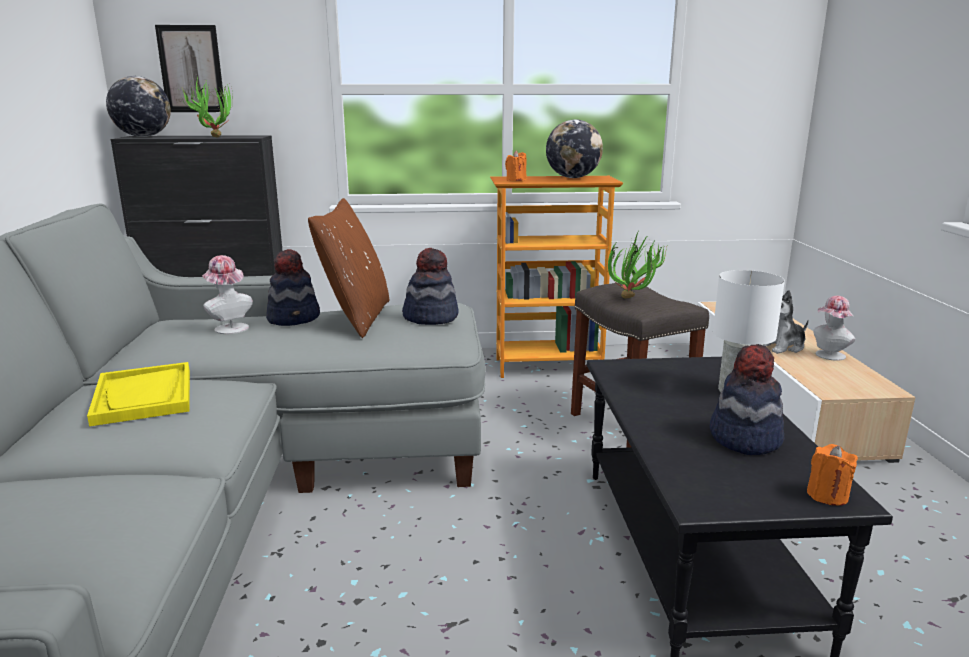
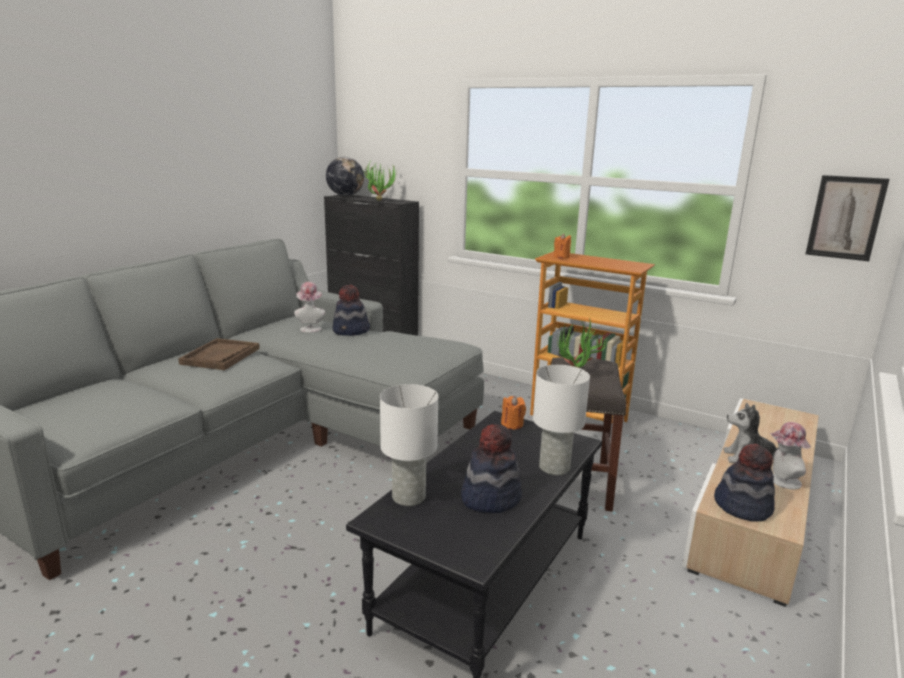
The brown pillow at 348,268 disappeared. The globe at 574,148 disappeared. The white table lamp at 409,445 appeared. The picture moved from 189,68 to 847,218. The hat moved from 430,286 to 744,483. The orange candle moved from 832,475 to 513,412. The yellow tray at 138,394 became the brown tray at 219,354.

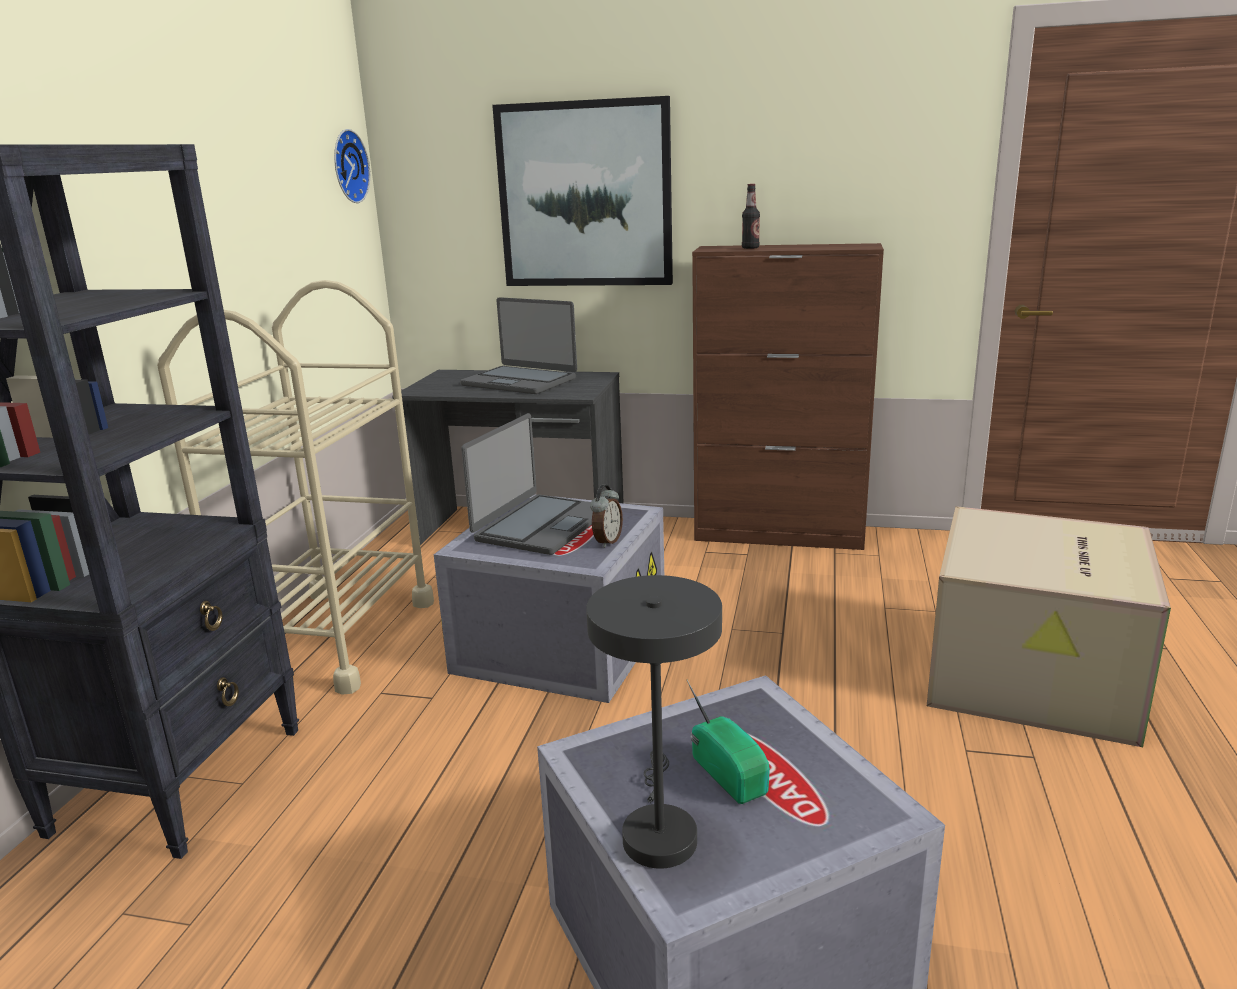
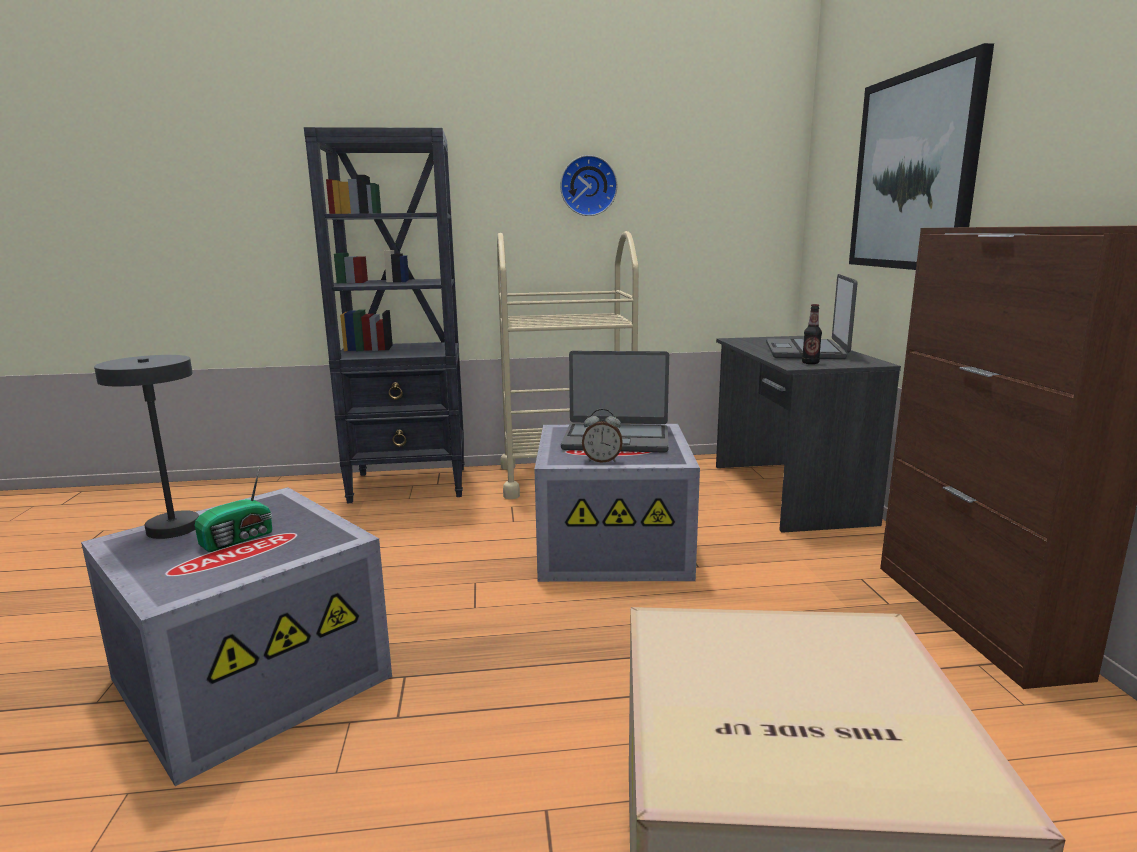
The wall clock moved from 352,166 to 588,185. The bottle moved from 751,216 to 812,334.

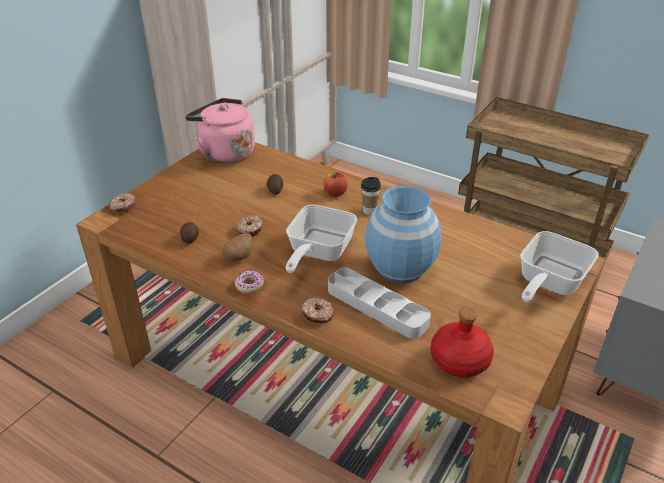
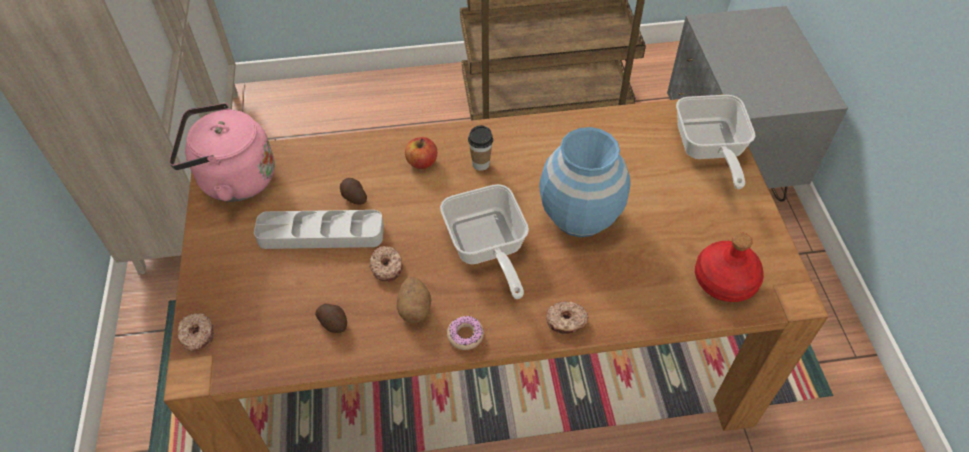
The grey tray moved from 379,303 to 319,229.

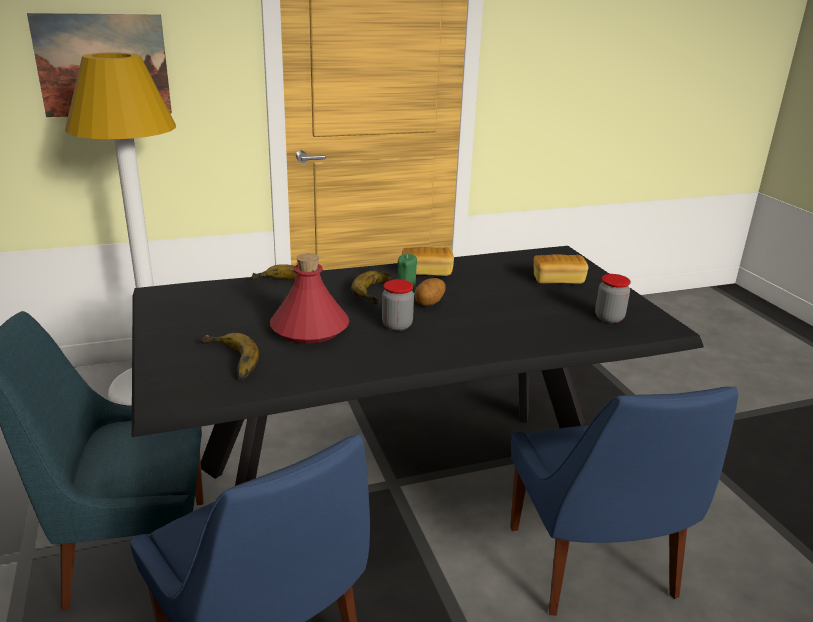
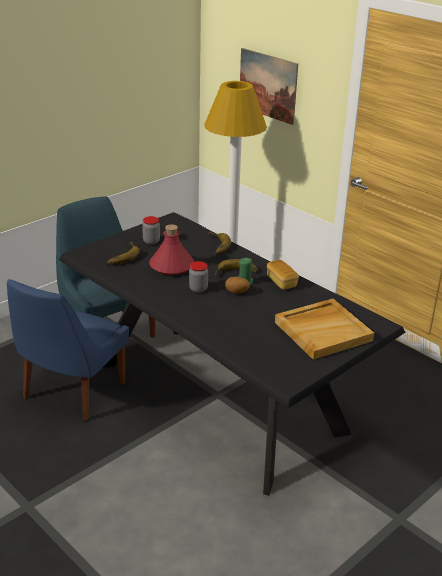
The blue chair at 624,501 disappeared. The jar moved from 613,298 to 151,230. The bread at 561,269 was replaced by the beige tray at 324,329.

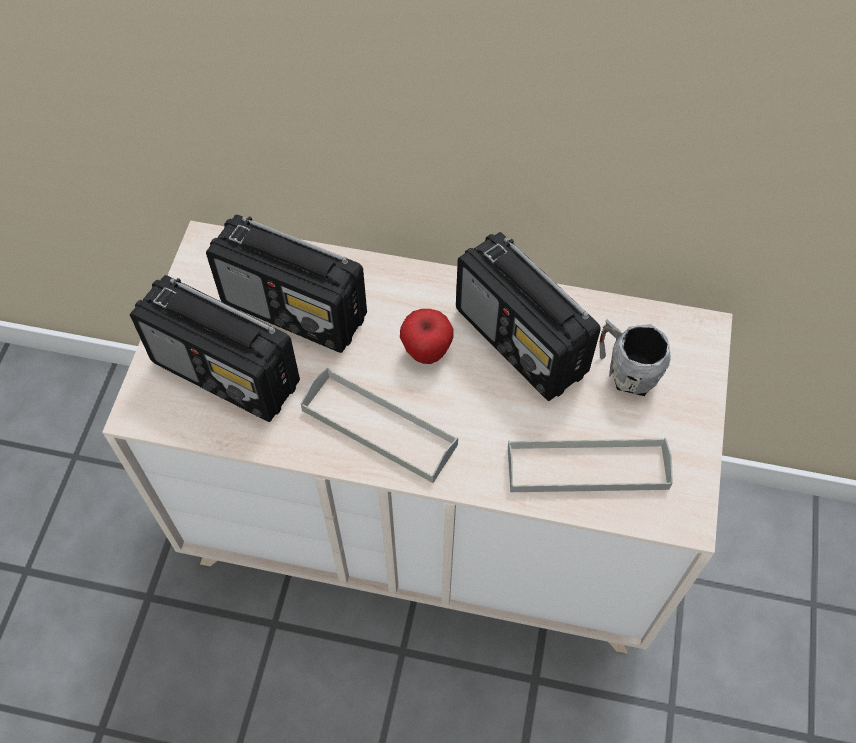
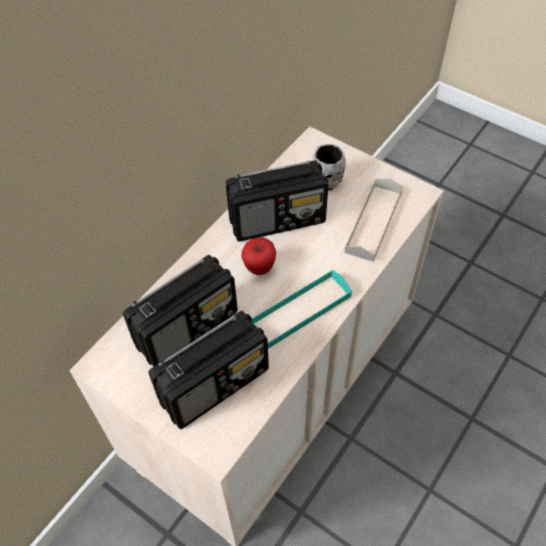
The grey tray at 379,425 became the turquoise tray at 302,309.

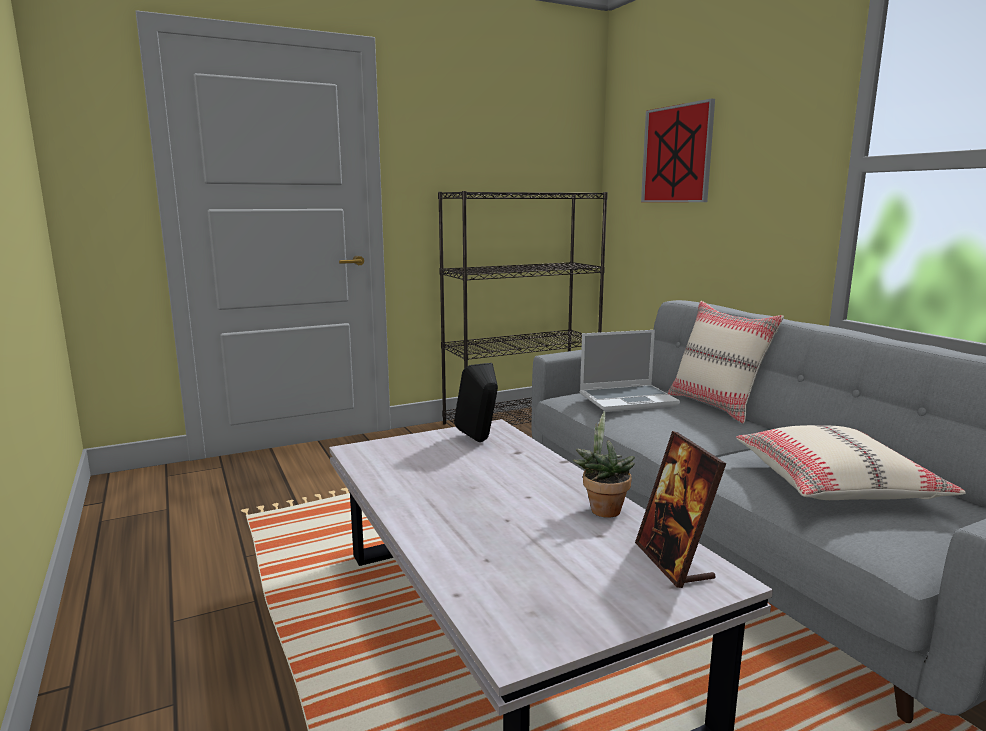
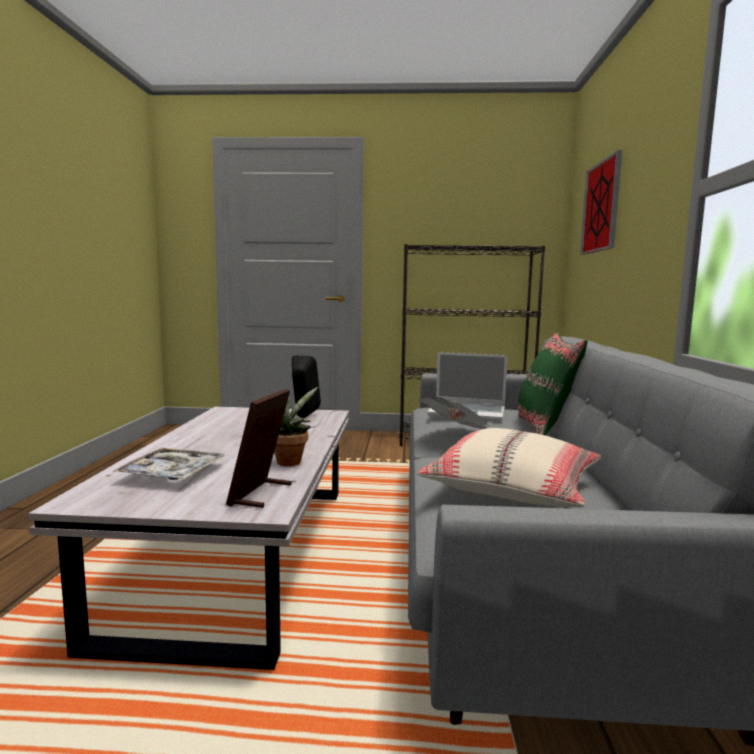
The tray at 168,464 appeared. The newspaper at 454,413 appeared. The beige pillow at 726,362 became the green pillow at 553,384.

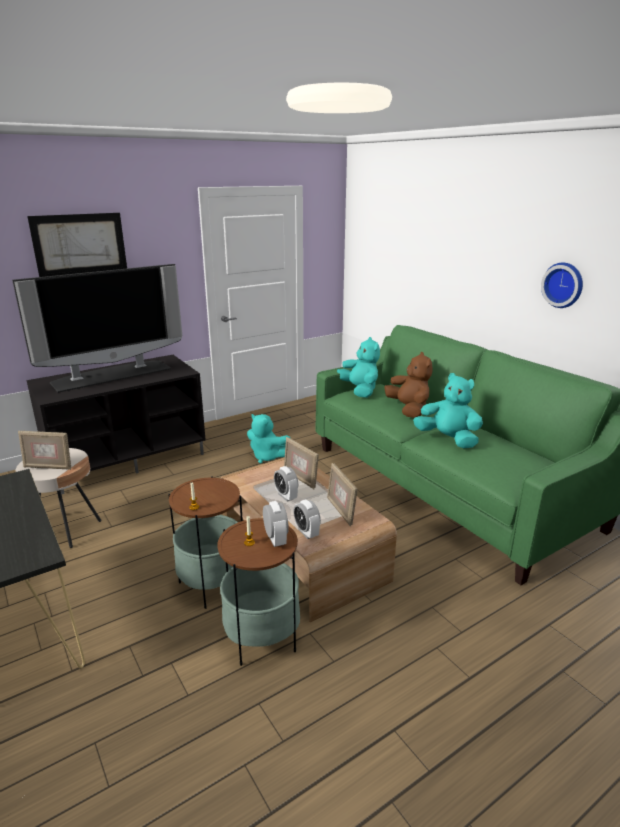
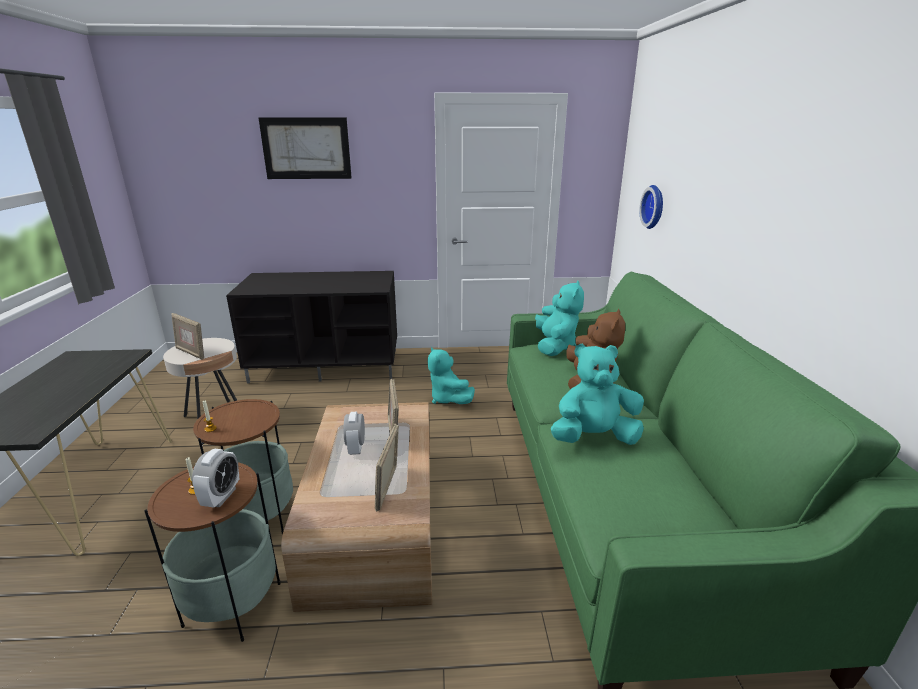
The television at 97,328 disappeared. The alarm clock at 307,519 disappeared. The wall clock moved from 562,285 to 651,207. The turquoise plush toy at 448,410 turned 75 degrees counterclockwise.

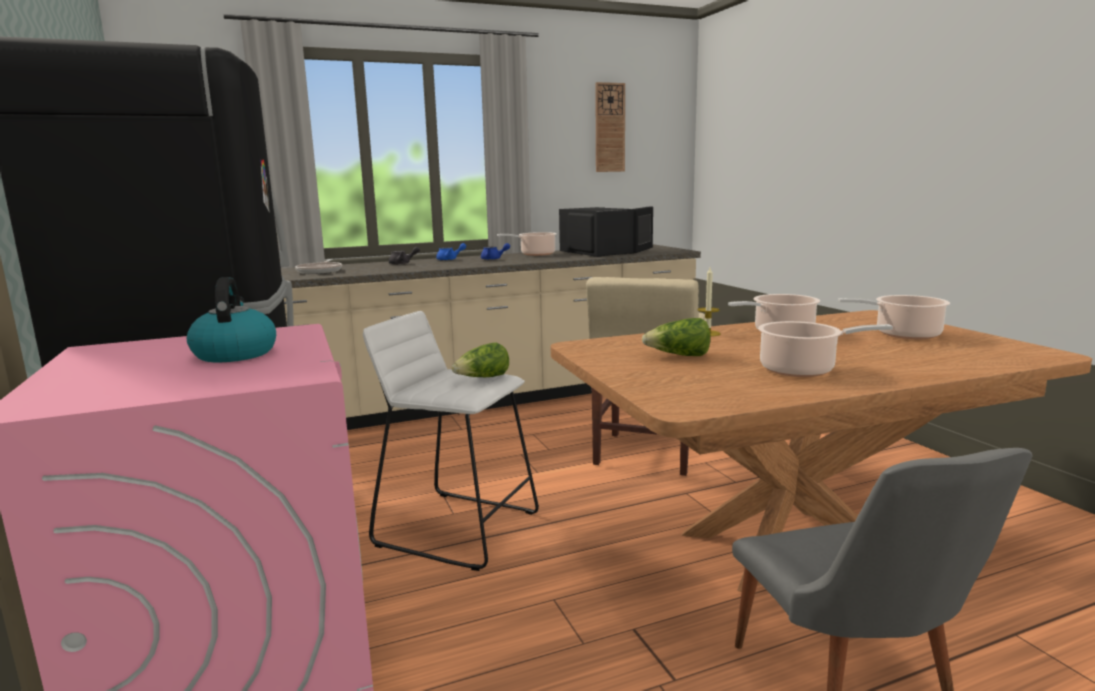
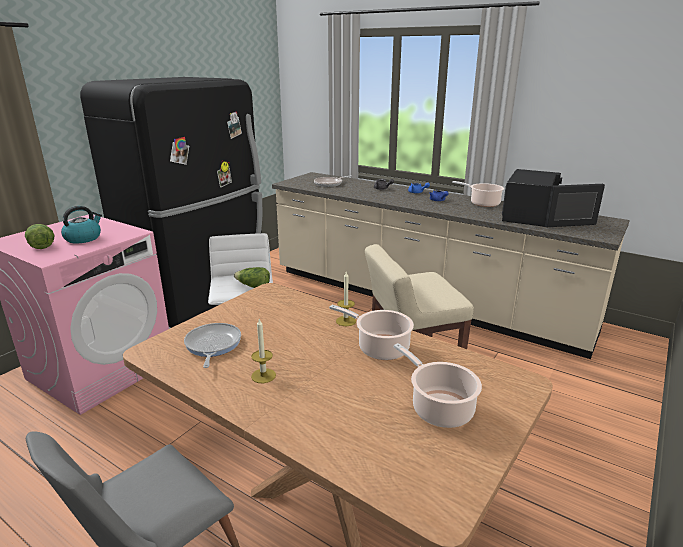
The wall clock at 610,127 disappeared. The frying pan at 212,345 appeared. The lettuce moved from 676,337 to 40,236. The cooking pot at 825,349 was replaced by the candle at 263,351.

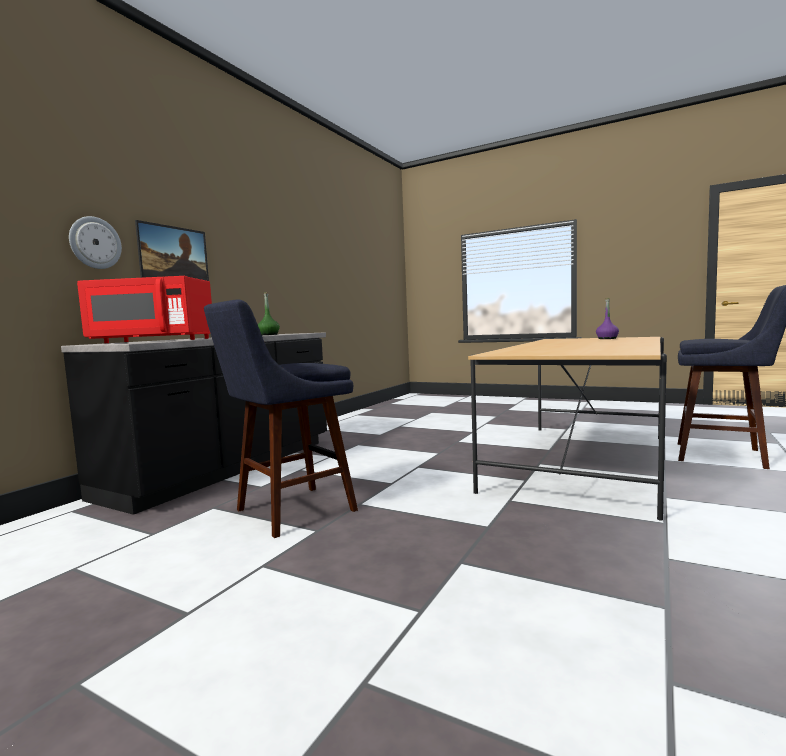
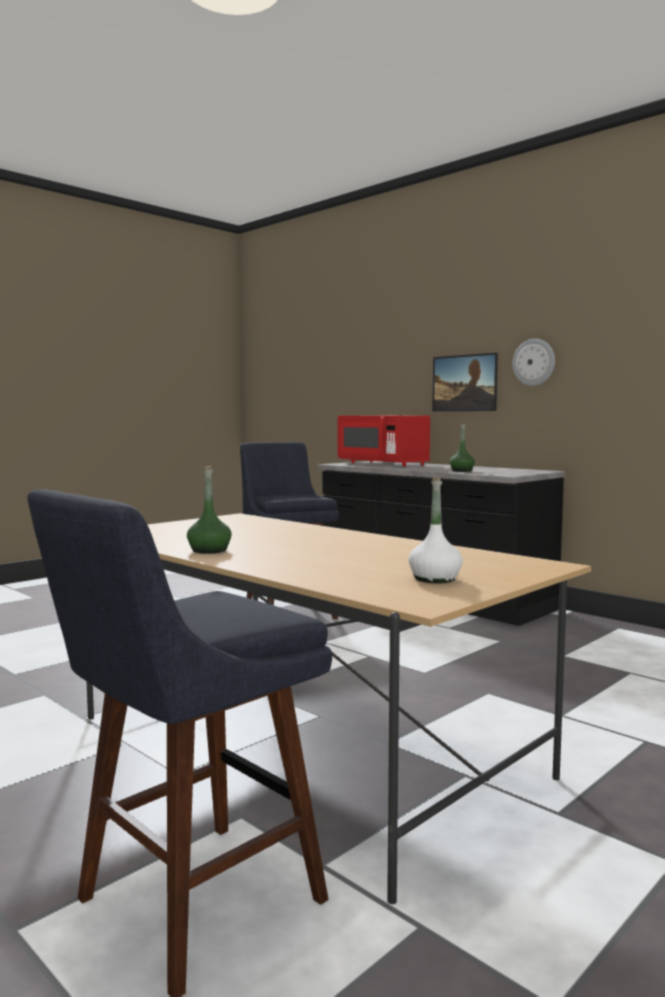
The green bottle at 209,510 appeared. The wall clock moved from 95,242 to 534,362. The purple bottle at 607,318 became the white bottle at 436,530. The red microwave at 144,309 turned 60 degrees counterclockwise.

